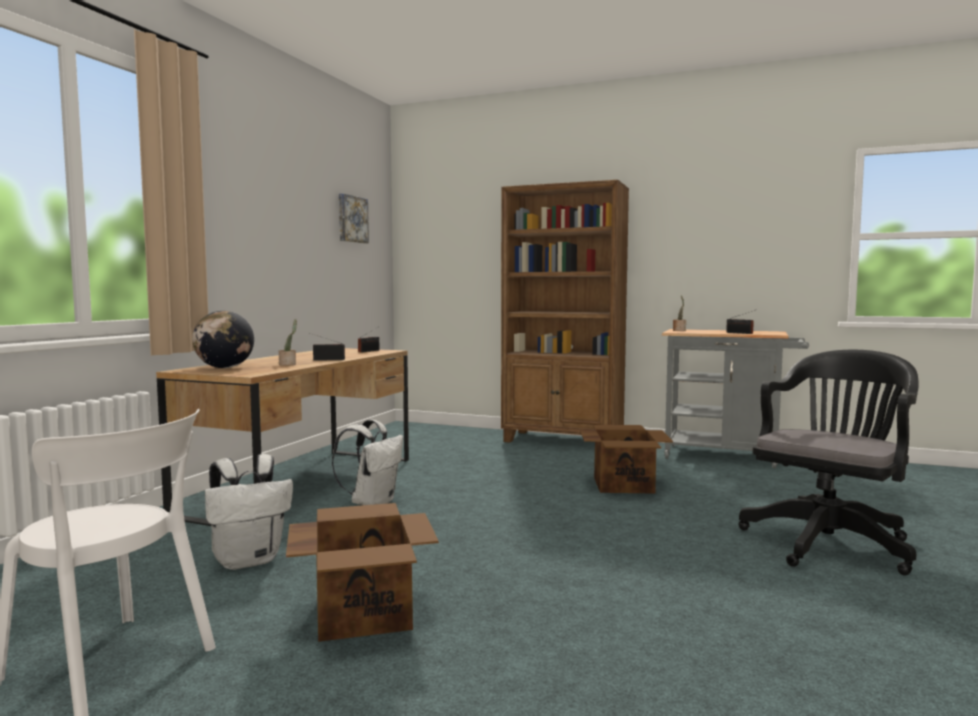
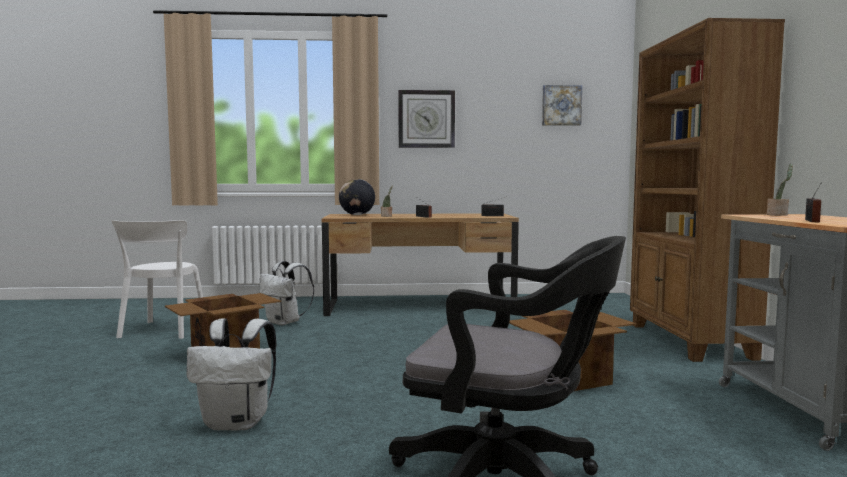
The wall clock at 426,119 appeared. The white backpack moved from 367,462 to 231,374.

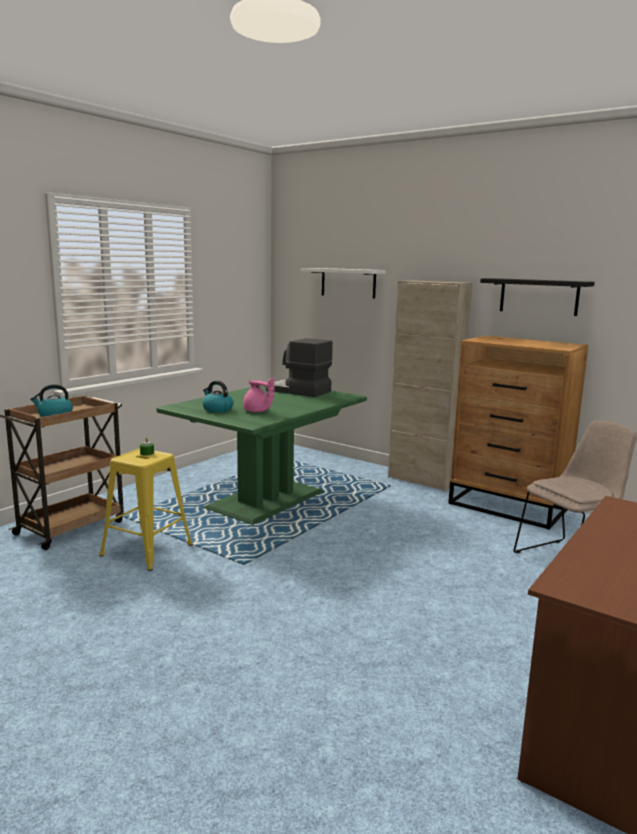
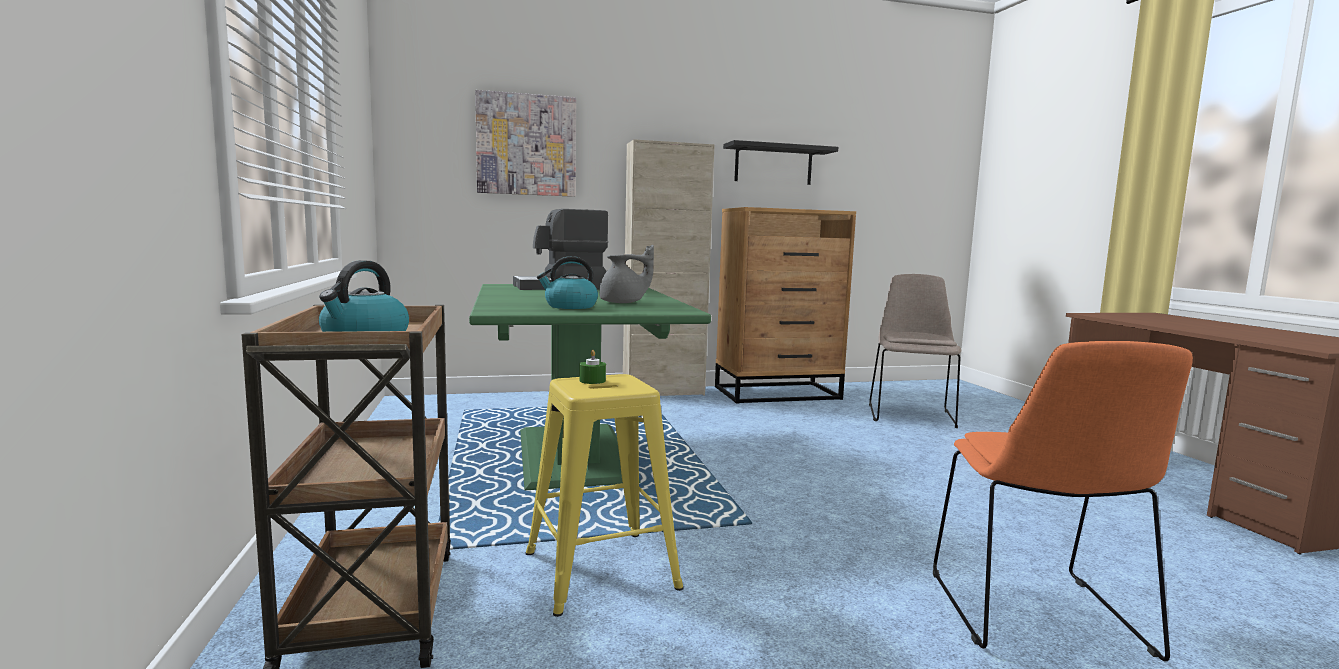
The orange chair at 1063,501 appeared. The white shelf at 343,283 was replaced by the picture at 525,143. The pink teapot at 258,394 became the grey teapot at 626,274.

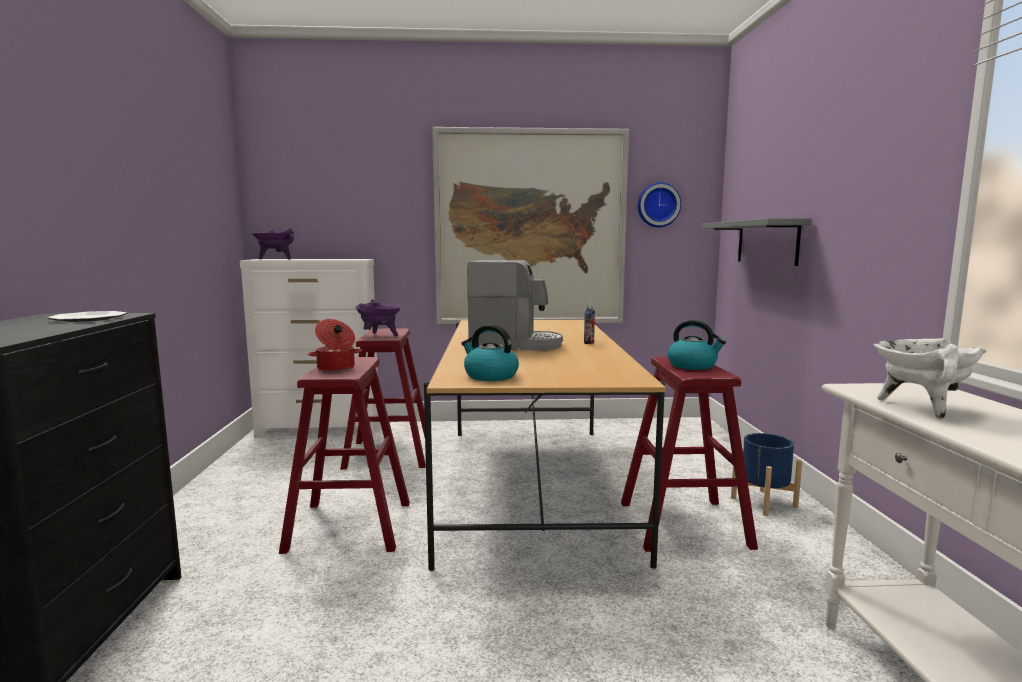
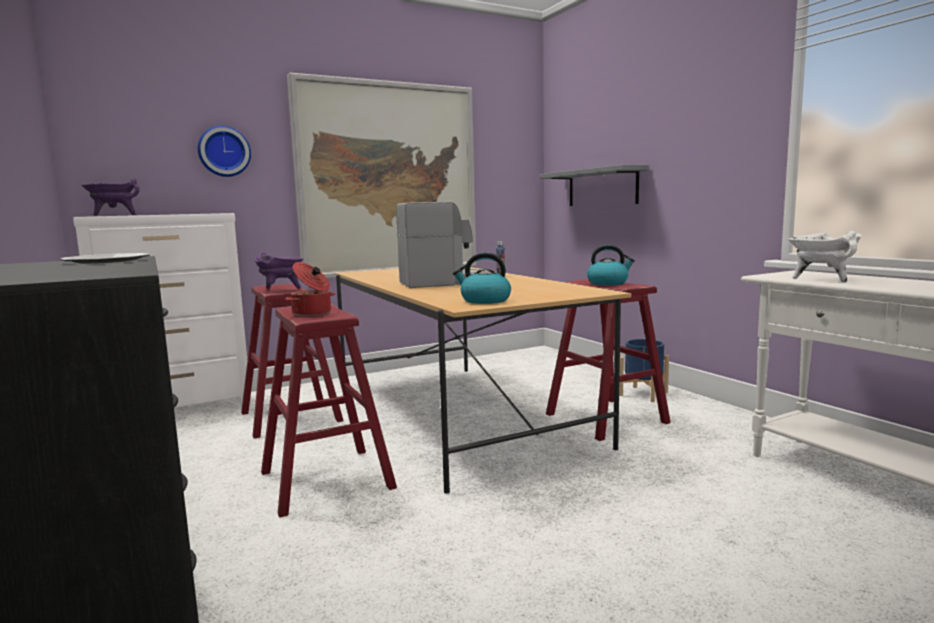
The wall clock moved from 659,205 to 224,151.

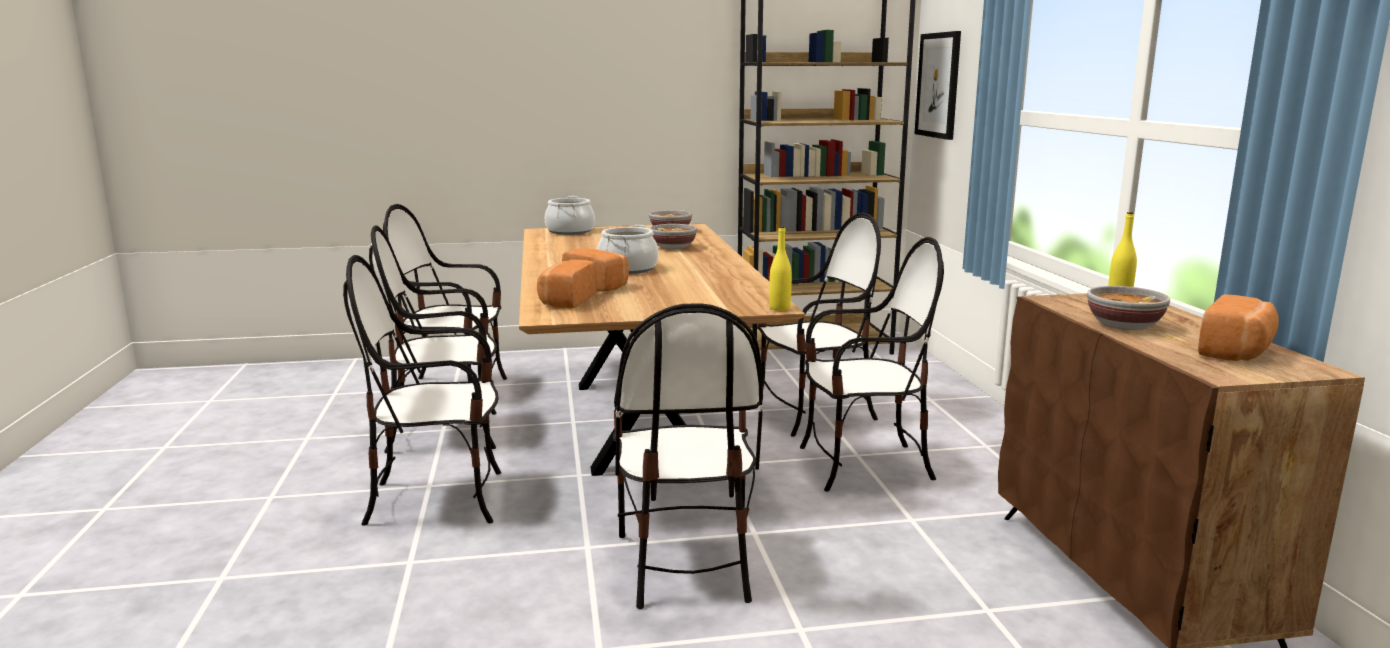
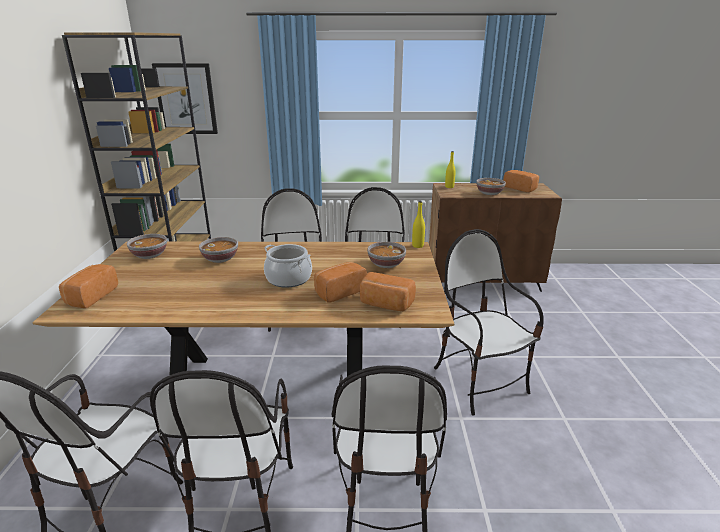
The bowl at 386,255 appeared. The cooking pot at 570,215 was replaced by the bread at 88,286. The chair at 688,456 turned 120 degrees counterclockwise.

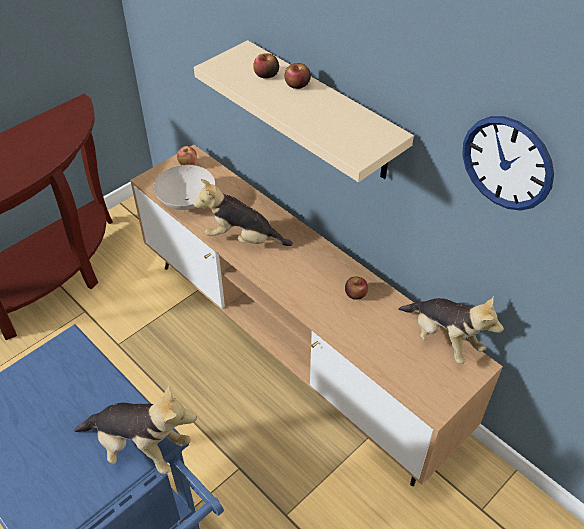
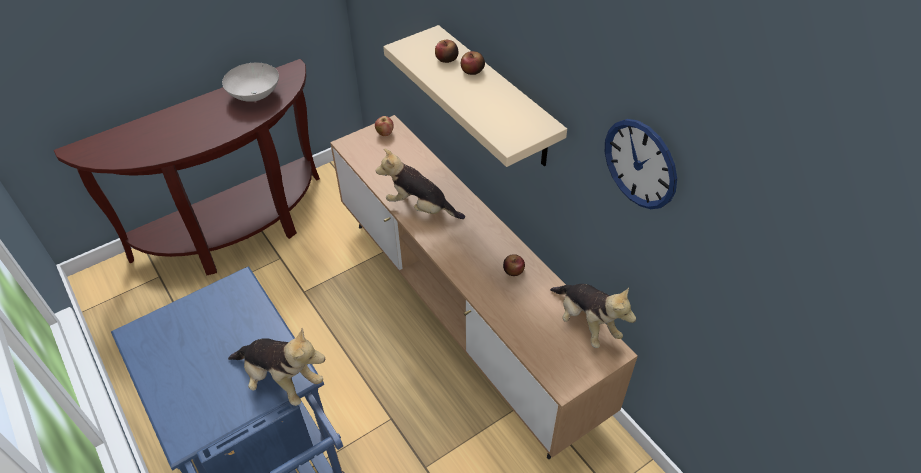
The white bowl moved from 184,187 to 250,82.

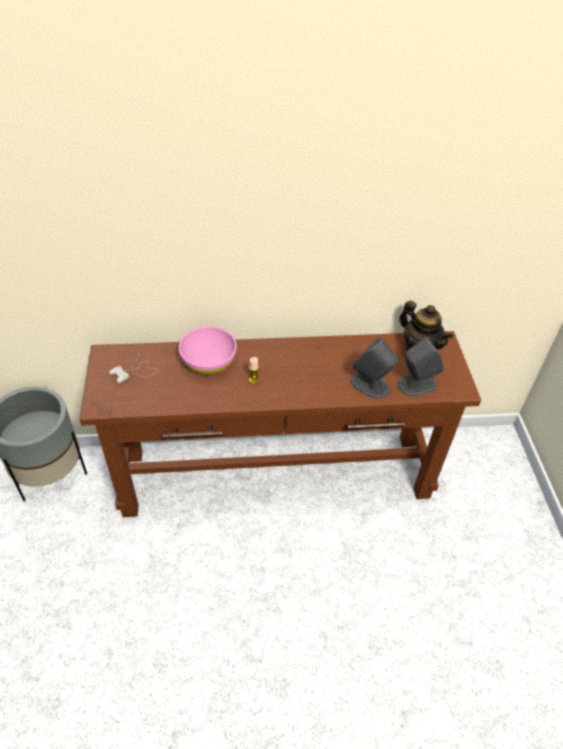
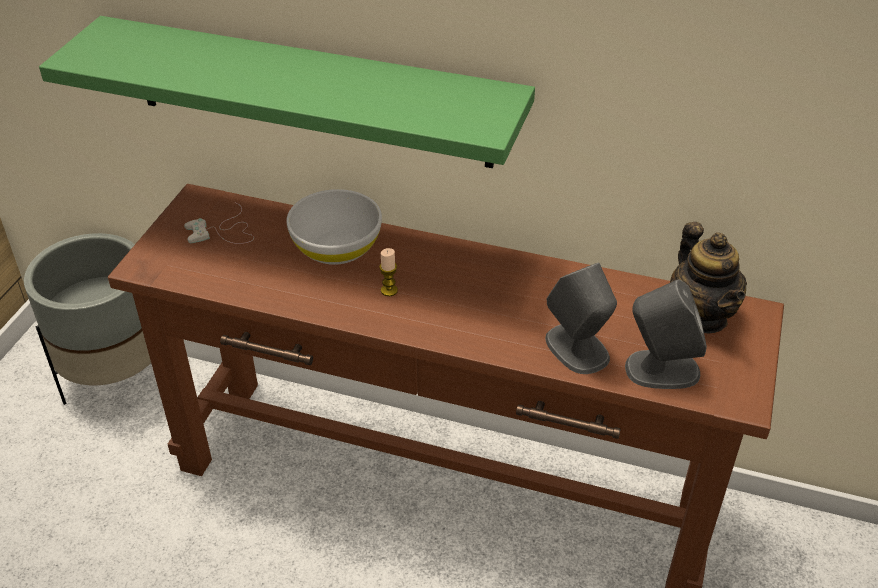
The green shelf at 287,92 appeared. The pink bowl at 208,350 became the white bowl at 334,227.

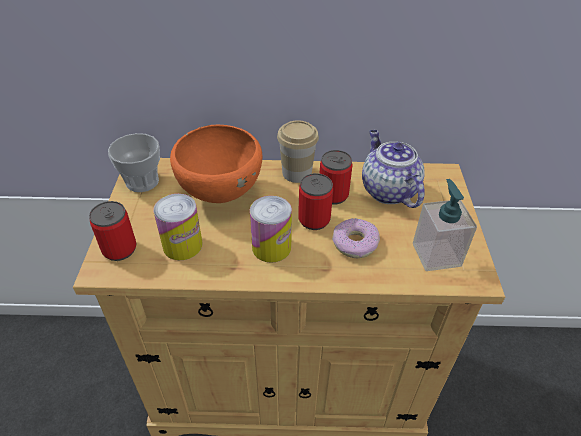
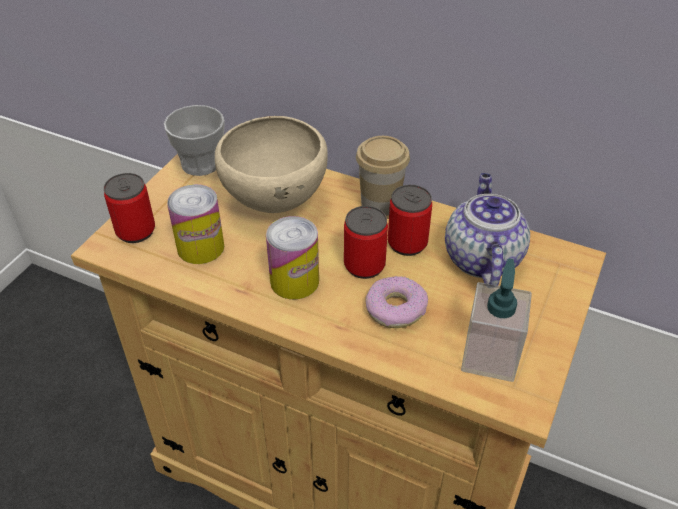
The orange bowl at 216,164 became the beige bowl at 271,164.

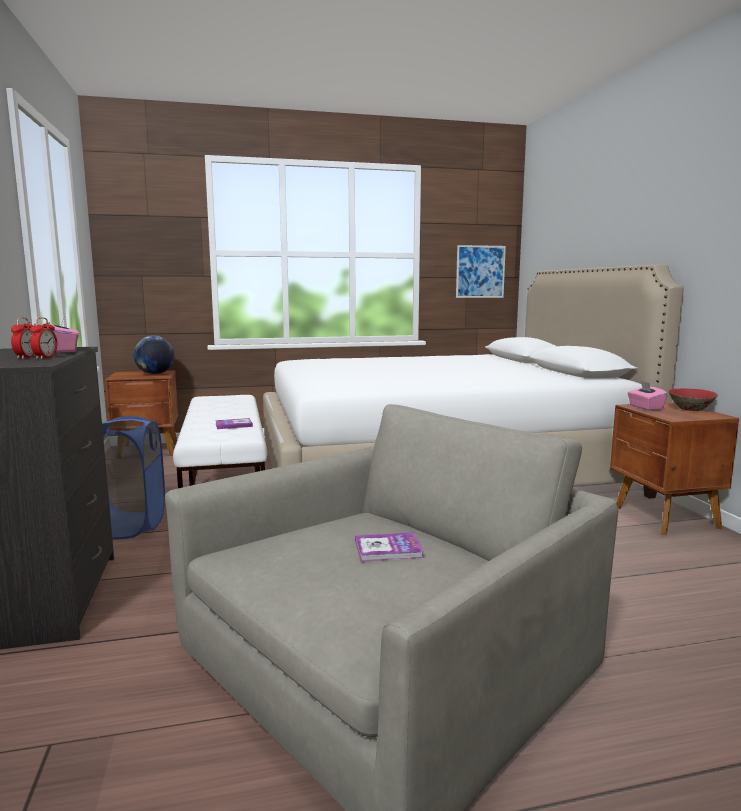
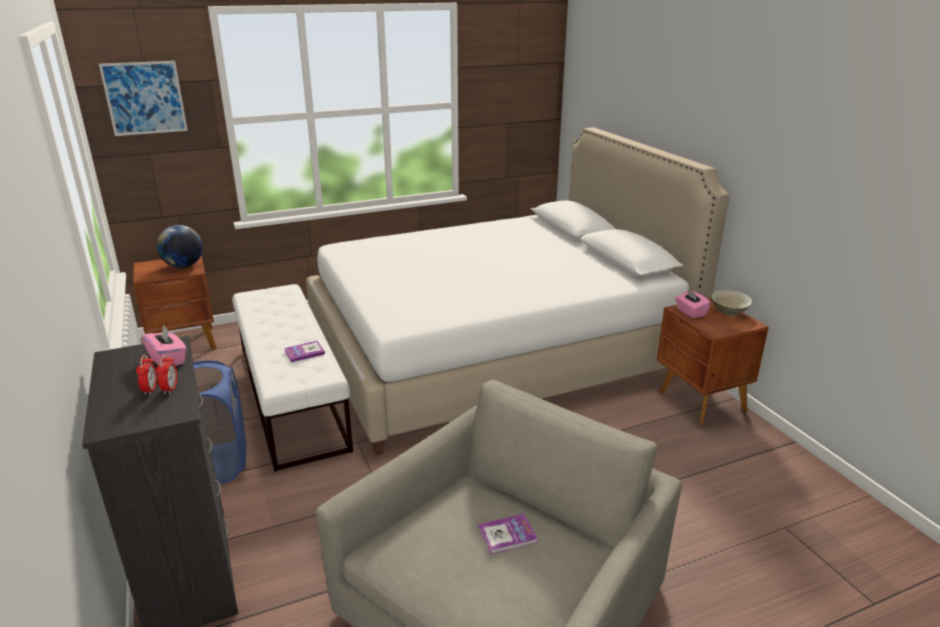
The picture moved from 481,271 to 143,98. The red bowl at 693,400 became the beige bowl at 731,303.

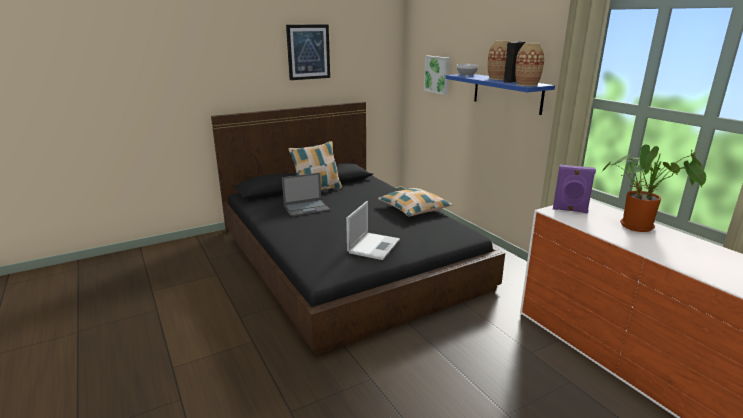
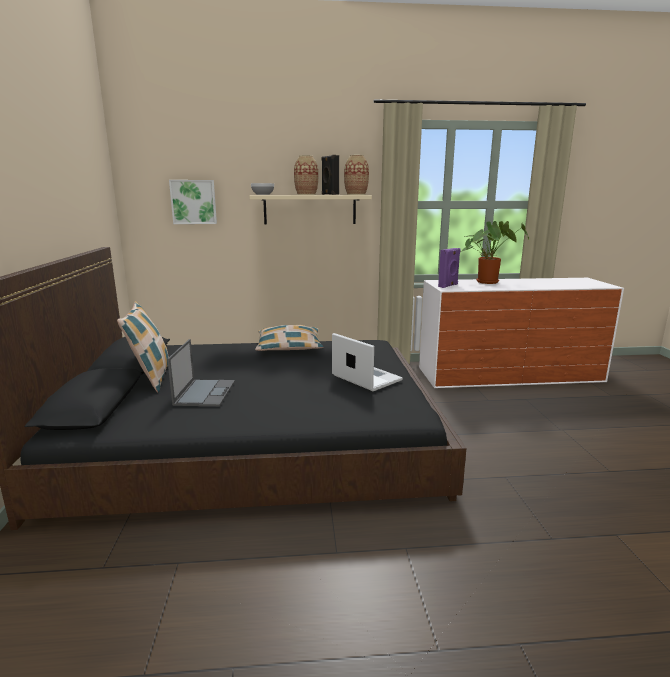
The picture at 308,52 disappeared. The blue shelf at 500,94 became the beige shelf at 310,209.

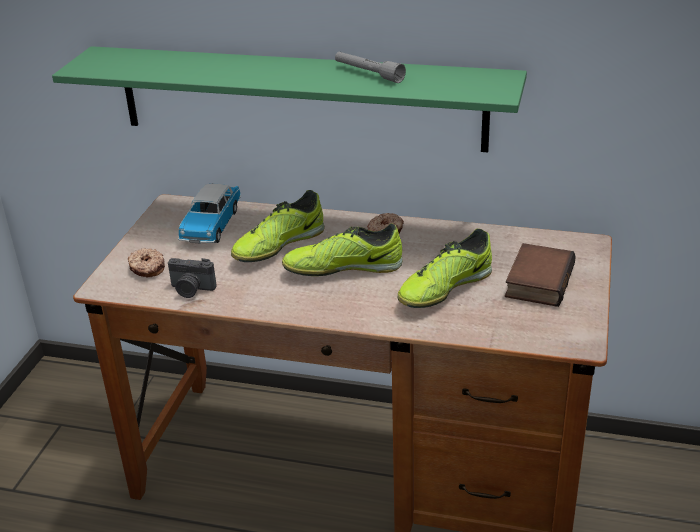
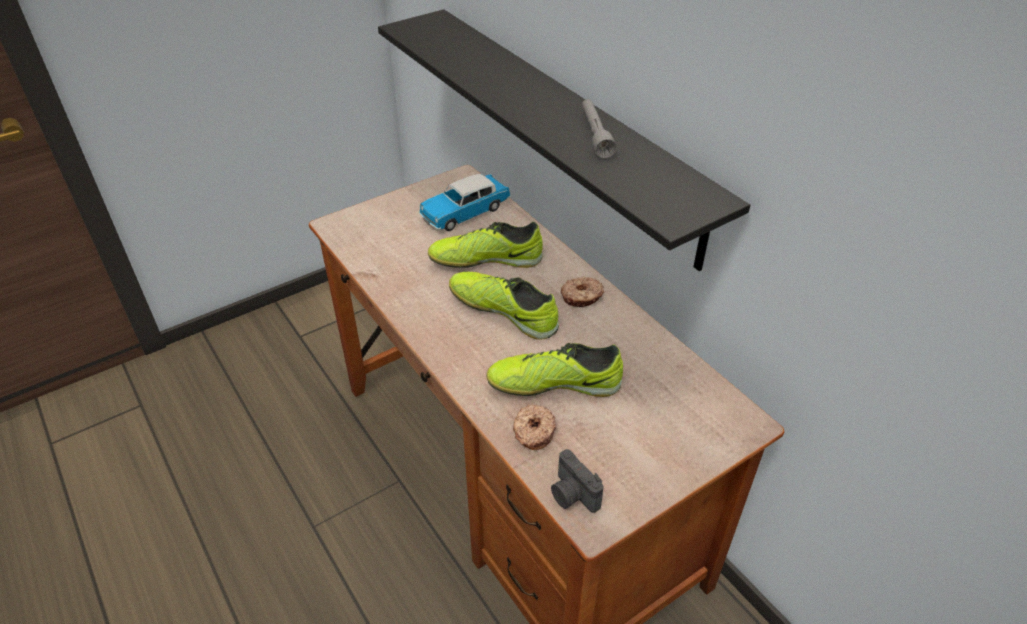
The book at 540,275 disappeared. The donut moved from 146,262 to 534,427. The photo camera moved from 192,278 to 577,481. The green shelf at 289,99 became the black shelf at 564,140.

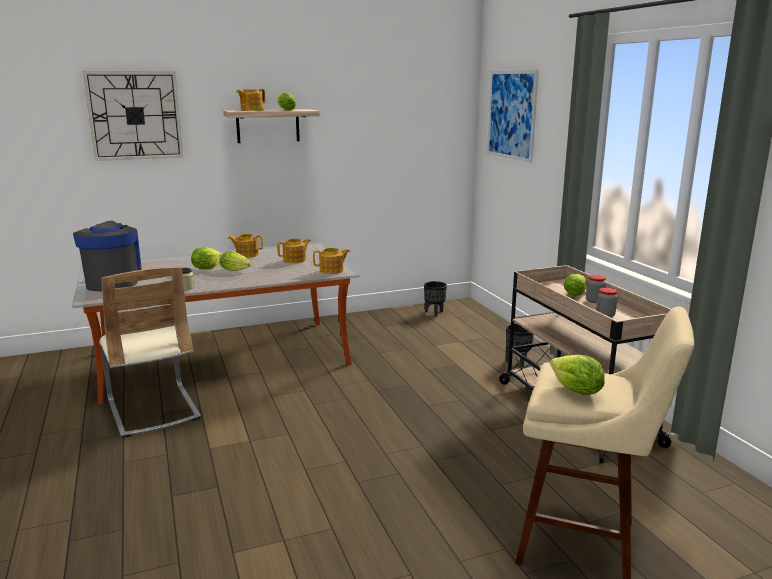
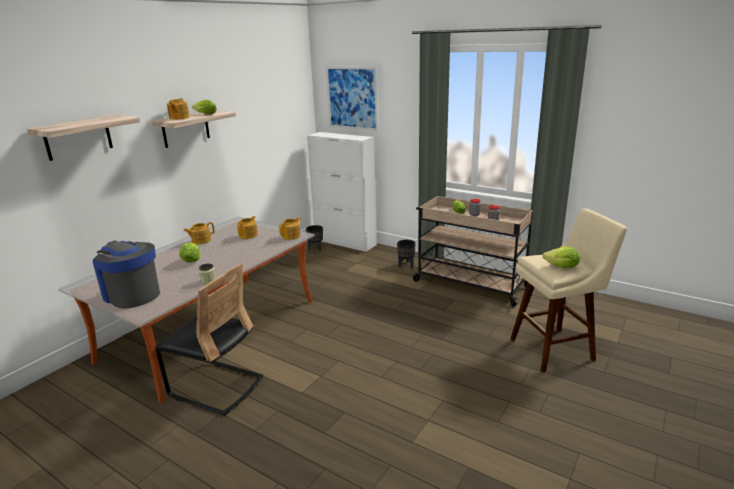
The lettuce at 235,261 disappeared. The white cabinet at 342,192 appeared. The wall clock at 133,116 was replaced by the shelf at 83,138. The beige chair at 150,352 became the black chair at 209,339.

